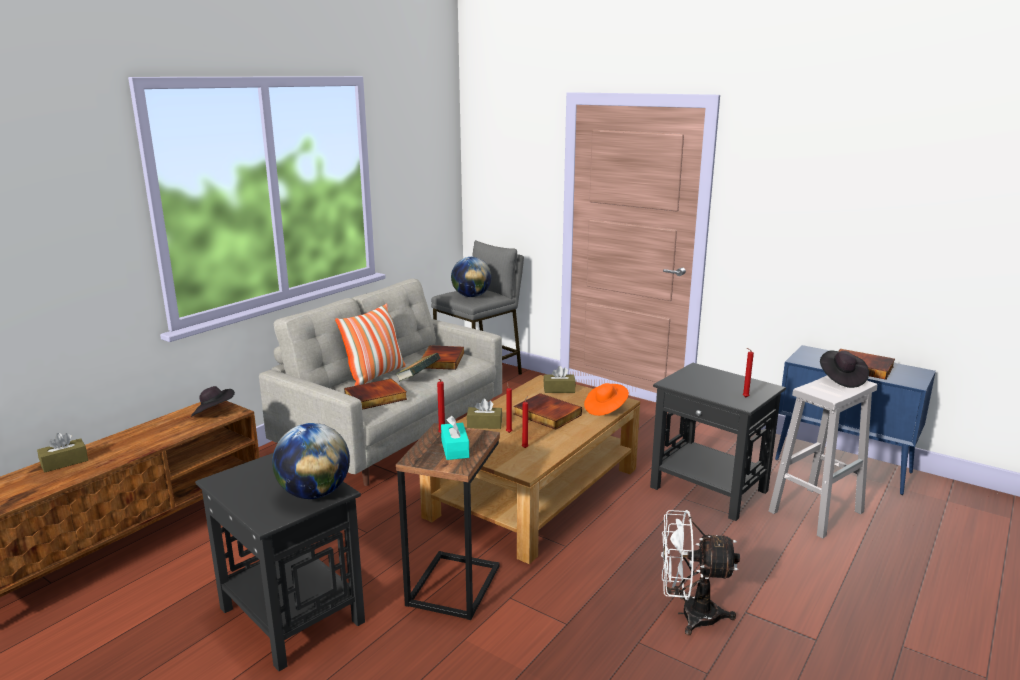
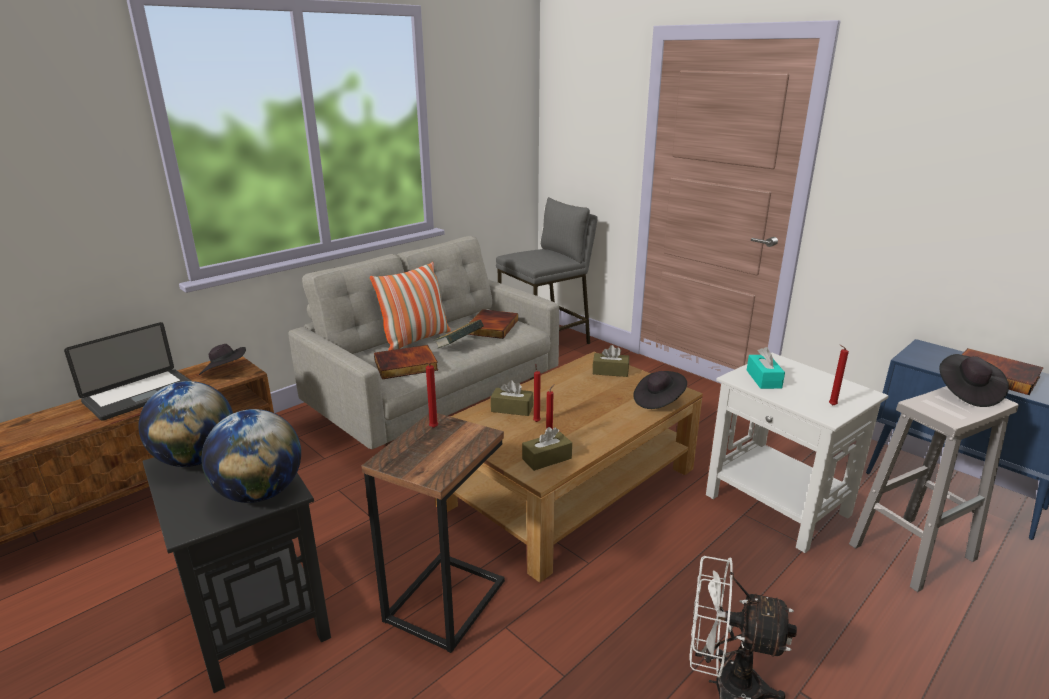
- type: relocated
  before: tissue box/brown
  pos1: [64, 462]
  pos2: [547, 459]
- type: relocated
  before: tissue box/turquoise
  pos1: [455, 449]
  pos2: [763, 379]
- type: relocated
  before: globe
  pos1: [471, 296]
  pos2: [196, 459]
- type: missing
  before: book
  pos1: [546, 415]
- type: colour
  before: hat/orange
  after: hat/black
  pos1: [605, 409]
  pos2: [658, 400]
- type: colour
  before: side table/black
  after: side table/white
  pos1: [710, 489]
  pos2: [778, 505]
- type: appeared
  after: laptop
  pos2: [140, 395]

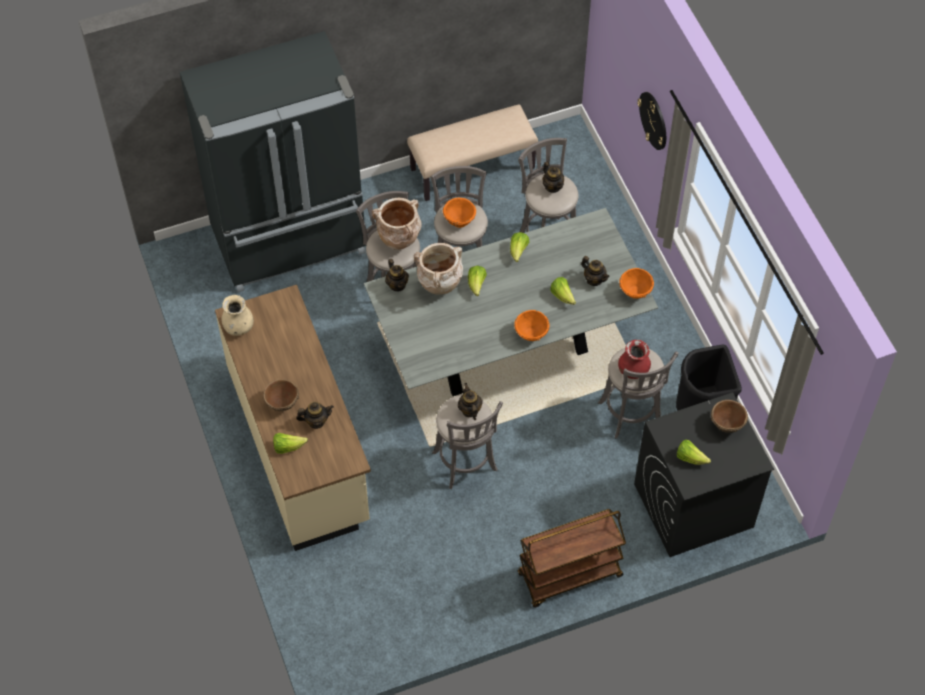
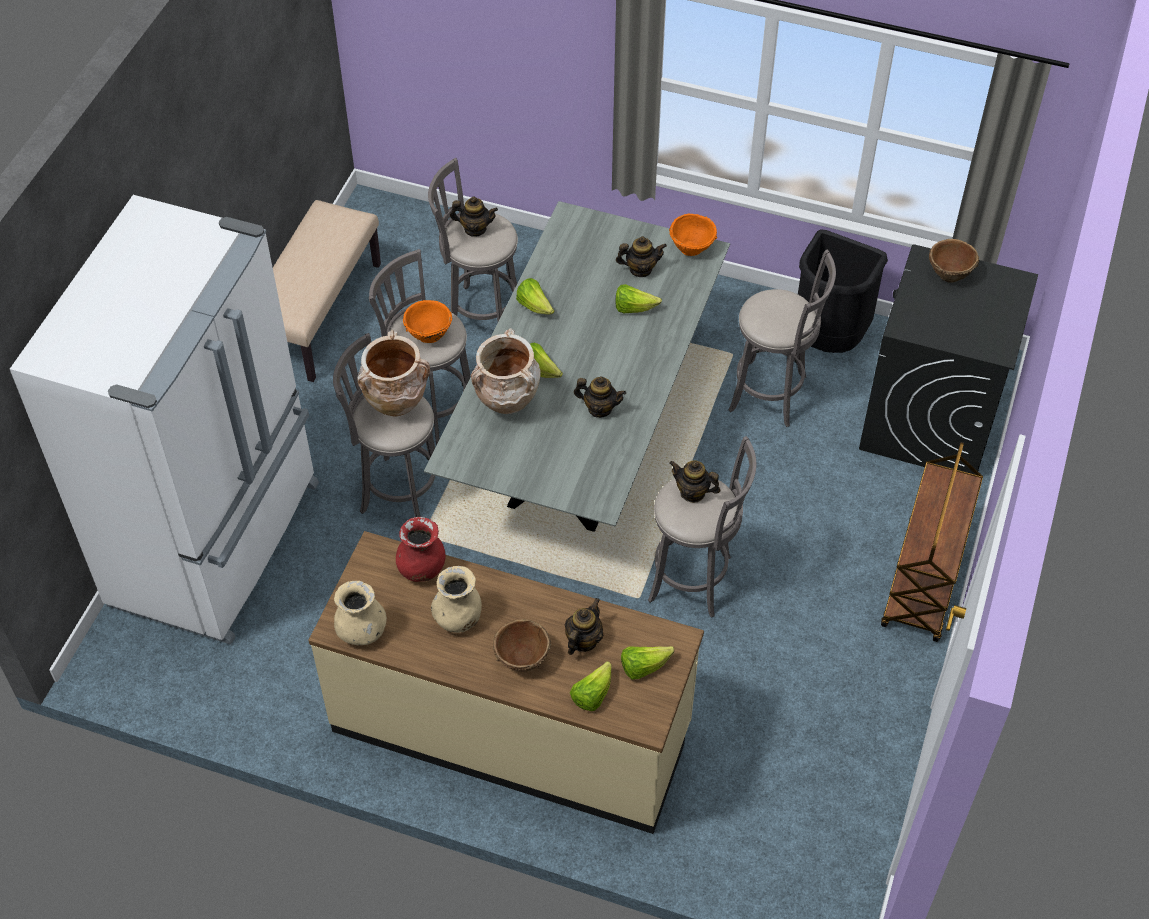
- type: colour
  before: fridge/black
  after: fridge/white
  pos1: [290, 241]
  pos2: [219, 543]
- type: relocated
  before: teapot
  pos1: [397, 284]
  pos2: [599, 408]
- type: missing
  before: bowl/orange
  pos1: [531, 334]
- type: relocated
  before: vase/red
  pos1: [633, 370]
  pos2: [422, 568]
- type: missing
  before: wall clock
  pos1: [653, 120]
- type: relocated
  before: lettuce
  pos1: [690, 458]
  pos2: [643, 667]
- type: appeared
  after: vase/beige
  pos2: [458, 618]

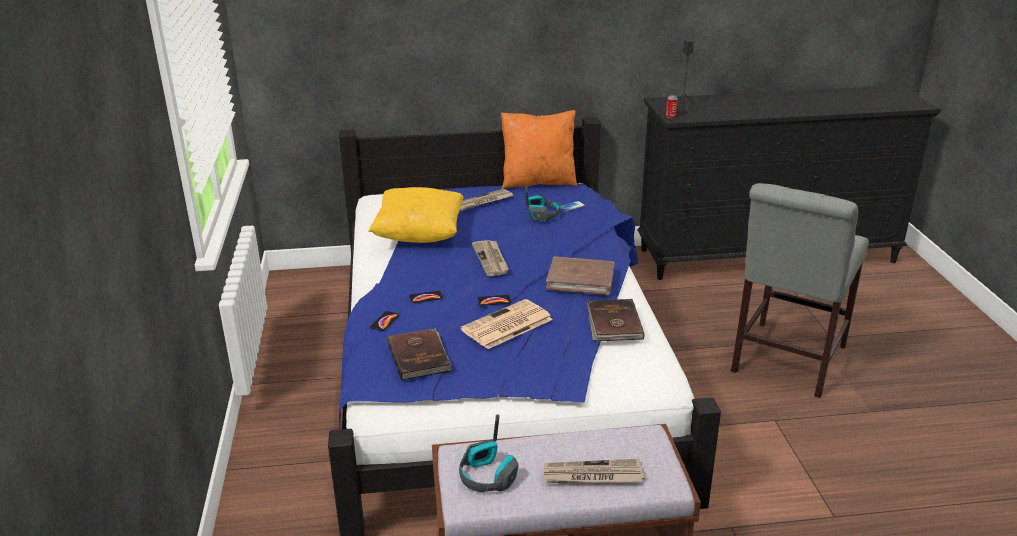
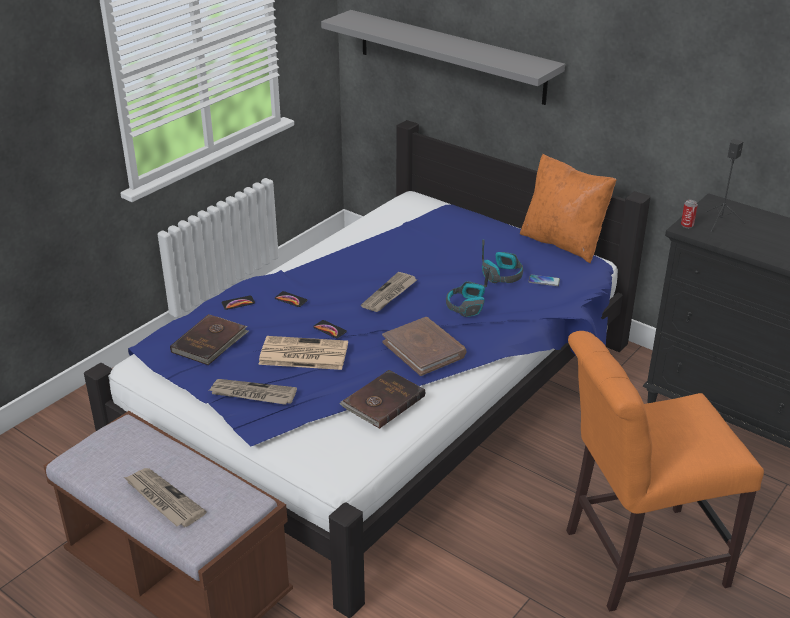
- type: missing
  before: pillow/yellow
  pos1: [419, 235]
- type: relocated
  before: headphones
  pos1: [487, 476]
  pos2: [466, 306]
- type: relocated
  before: newspaper
  pos1: [483, 202]
  pos2: [252, 394]
- type: colour
  before: chair/grey
  after: chair/orange
  pos1: [785, 362]
  pos2: [636, 558]
- type: appeared
  after: shelf/grey
  pos2: [450, 56]

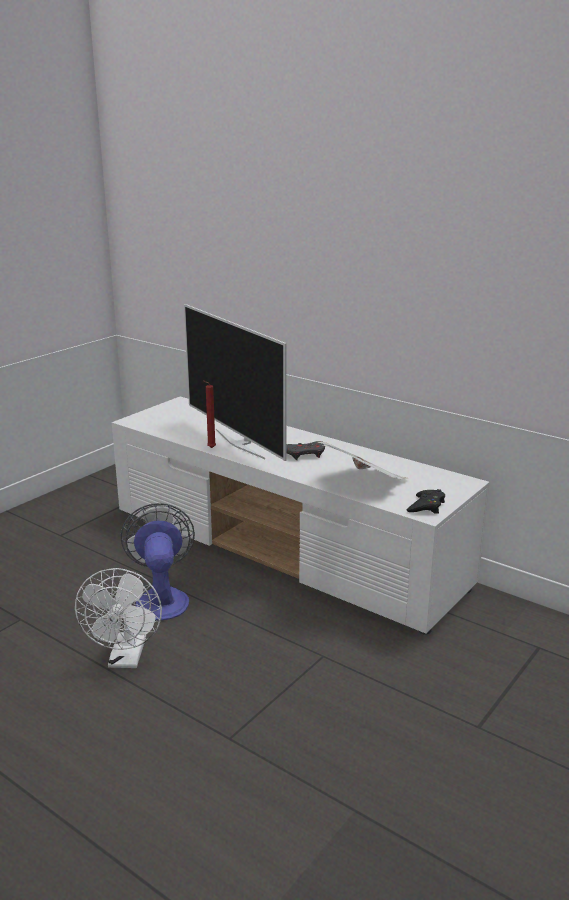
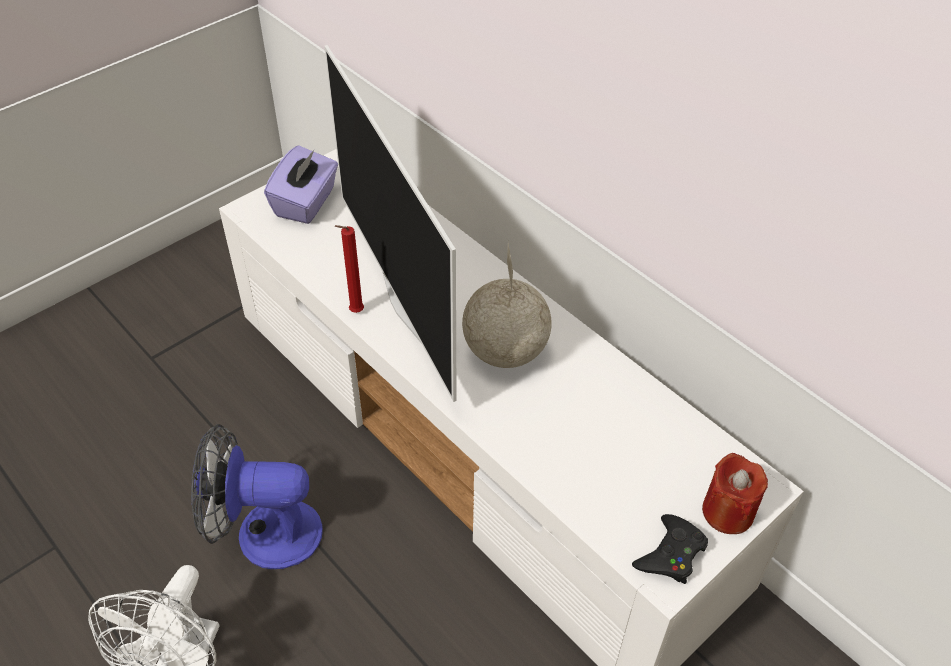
- type: spun
  before: fan
  pos1: [161, 598]
  pos2: [264, 533]
  turn: -90
- type: exchanged
  before: game controller/grey
  after: globe
  pos1: [304, 454]
  pos2: [504, 353]
- type: missing
  before: newspaper
  pos1: [363, 484]
- type: appeared
  after: tissue box/purple
  pos2: [306, 203]
- type: appeared
  after: candle/red
  pos2: [727, 512]

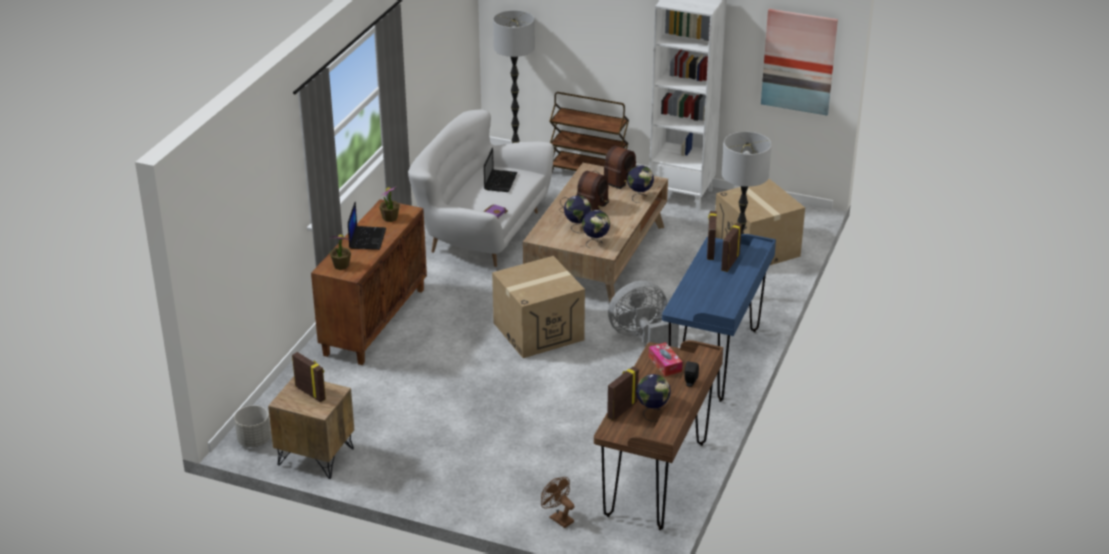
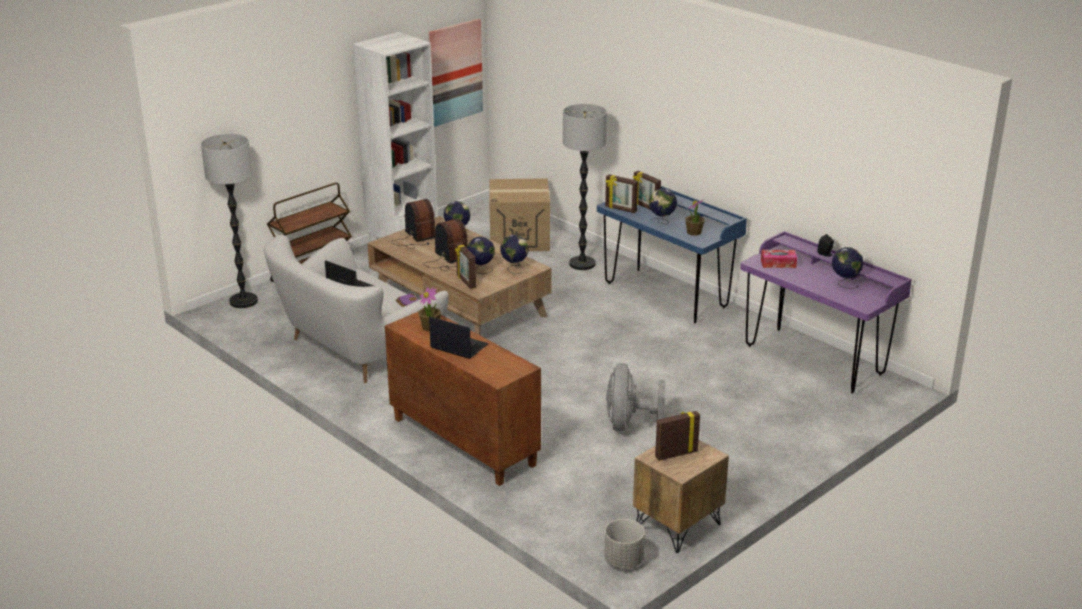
- type: relocated
  before: potted plant
  pos1: [341, 265]
  pos2: [694, 232]
- type: missing
  before: cardboard box
  pos1: [538, 331]
- type: missing
  before: fan/brown
  pos1: [558, 518]
- type: colour
  before: desk/brown
  after: desk/purple
  pos1: [657, 479]
  pos2: [814, 360]
- type: relocated
  before: picture frame
  pos1: [621, 410]
  pos2: [465, 282]
- type: relocated
  before: fan/grey
  pos1: [642, 338]
  pos2: [628, 424]
- type: appeared
  after: globe
  pos2: [662, 222]

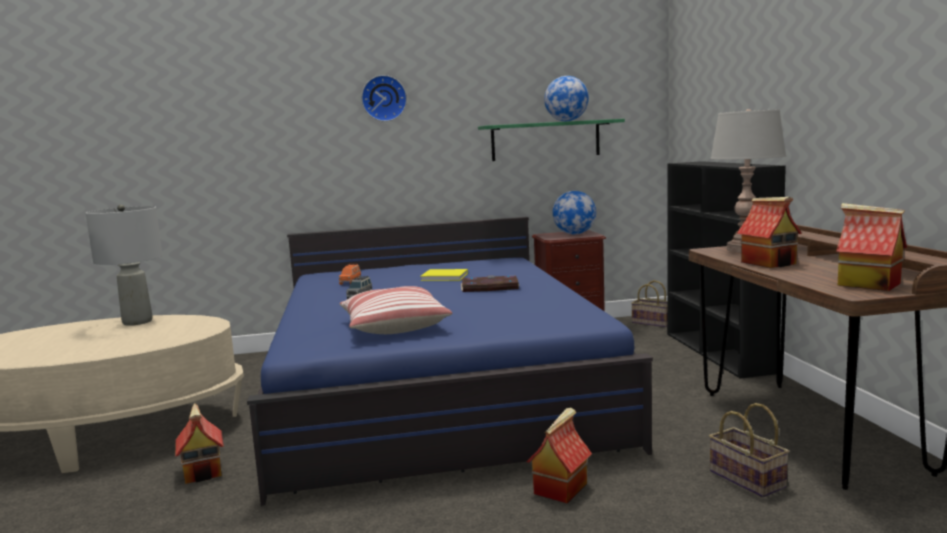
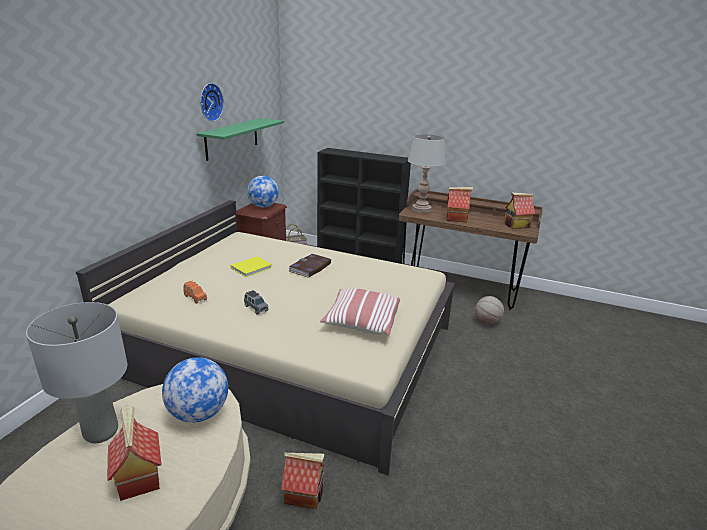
- type: colour
  before: bed/blue
  after: bed/beige
  pos1: [435, 389]
  pos2: [290, 349]
- type: relocated
  before: wall clock
  pos1: [384, 98]
  pos2: [209, 102]
- type: relocated
  before: toy house
  pos1: [560, 488]
  pos2: [138, 477]
- type: relocated
  before: globe
  pos1: [566, 121]
  pos2: [198, 413]
- type: exchanged
  before: basket
  after: basketball
  pos1: [744, 479]
  pos2: [487, 322]

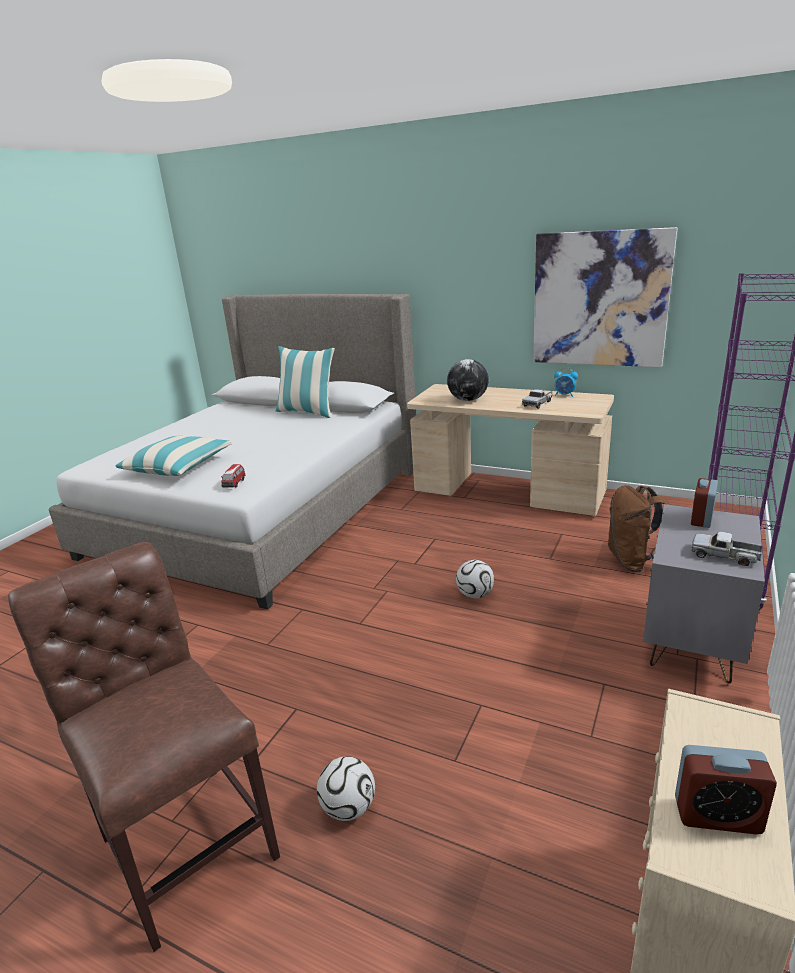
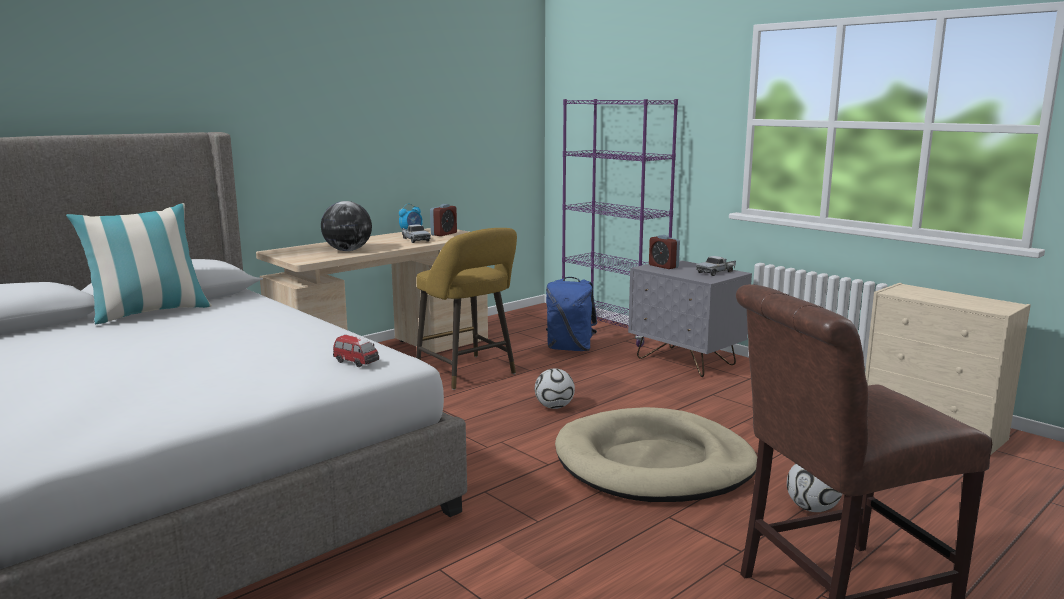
- type: missing
  before: pillow
  pos1: [178, 467]
- type: missing
  before: picture
  pos1: [599, 299]
- type: colour
  before: backpack/brown
  after: backpack/blue
  pos1: [635, 562]
  pos2: [570, 348]
- type: relocated
  before: alarm clock
  pos1: [717, 815]
  pos2: [444, 234]
- type: appeared
  after: stool/yellow
  pos2: [468, 373]
- type: appeared
  after: dog bed/beige
  pos2: [654, 463]

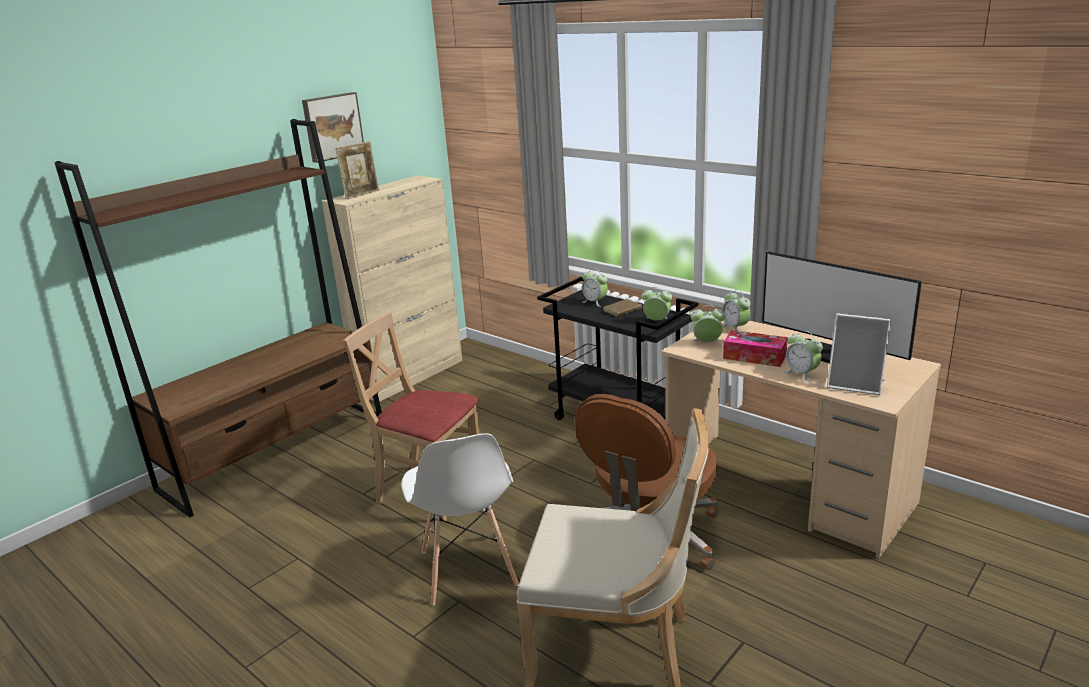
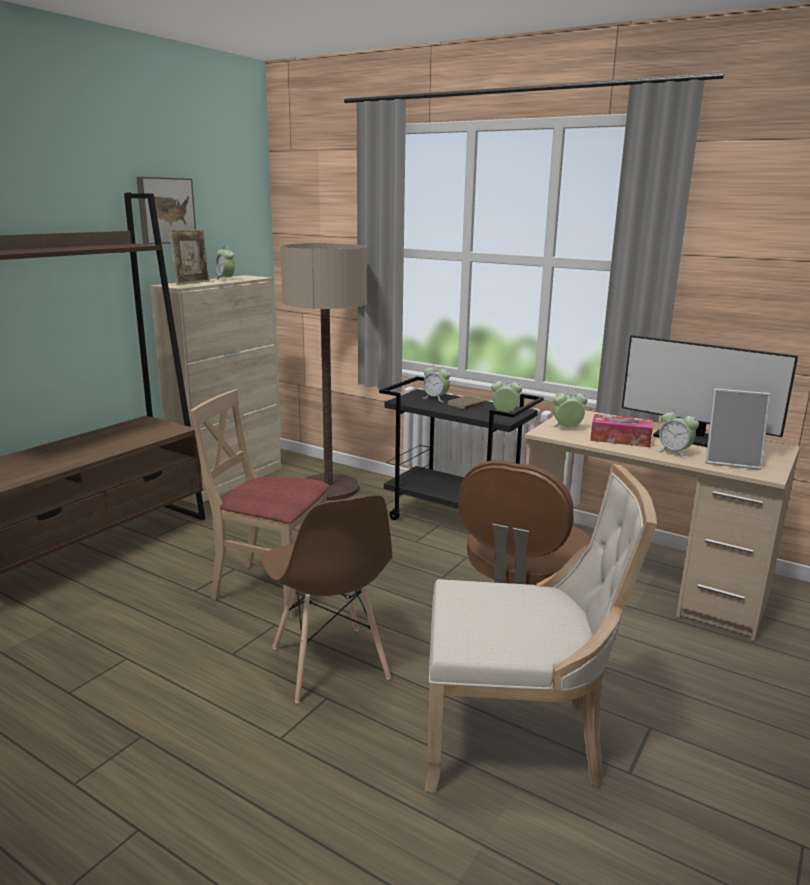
- type: colour
  before: chair/white
  after: chair/brown
  pos1: [468, 569]
  pos2: [330, 664]
- type: relocated
  before: alarm clock
  pos1: [735, 328]
  pos2: [226, 279]
- type: appeared
  after: floor lamp
  pos2: [328, 488]

